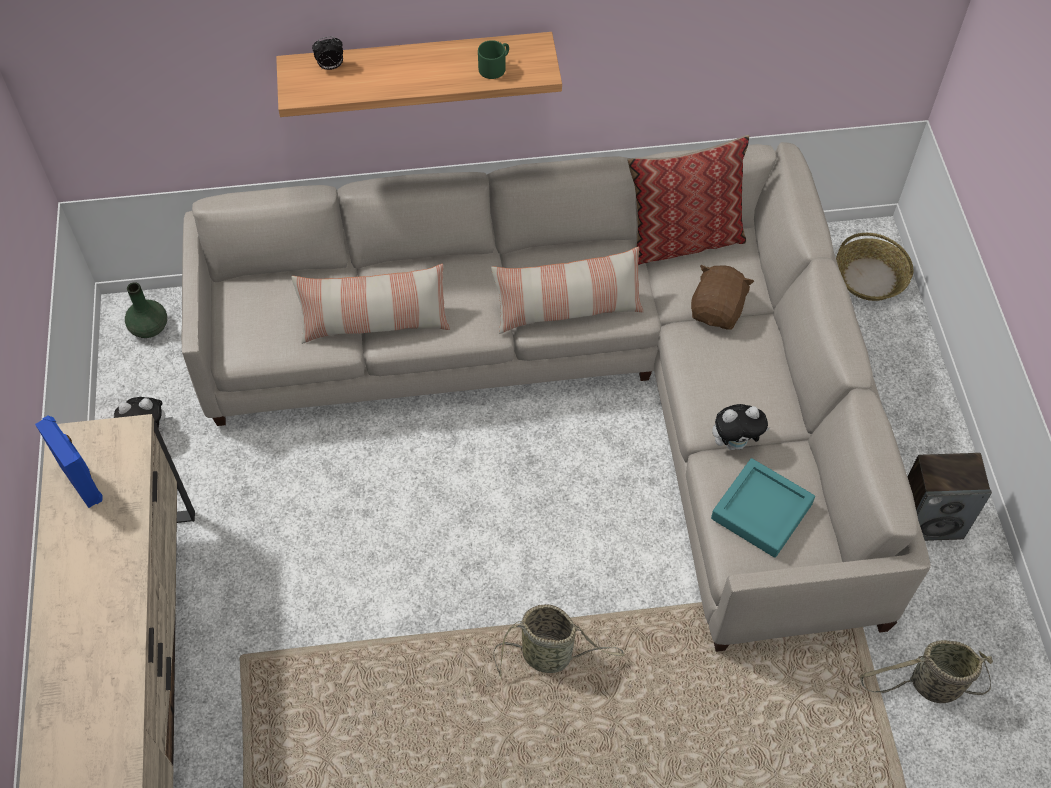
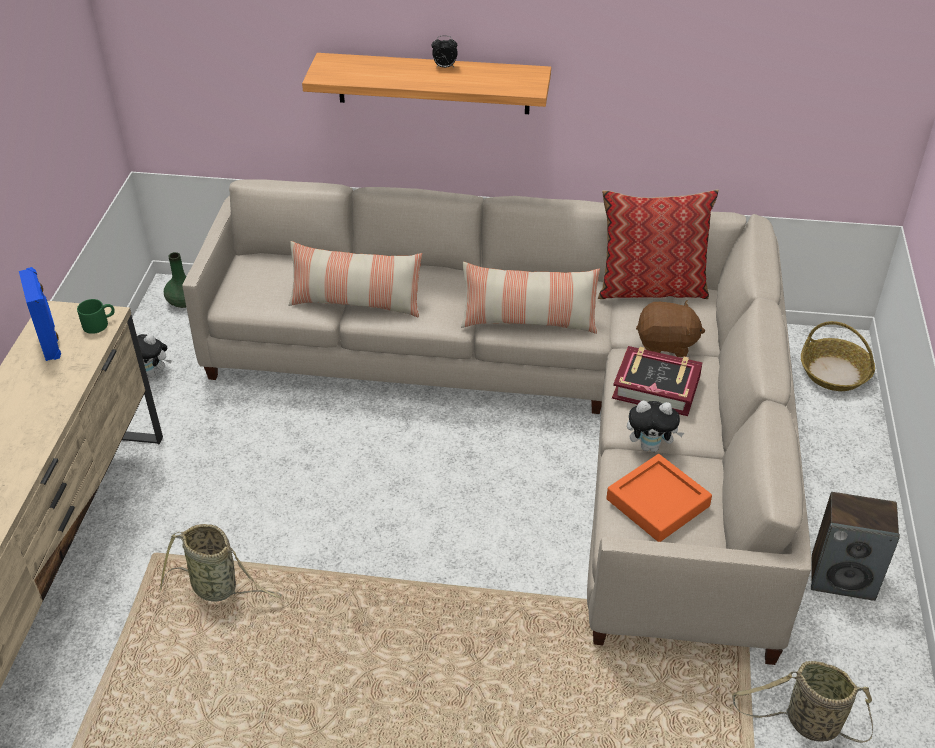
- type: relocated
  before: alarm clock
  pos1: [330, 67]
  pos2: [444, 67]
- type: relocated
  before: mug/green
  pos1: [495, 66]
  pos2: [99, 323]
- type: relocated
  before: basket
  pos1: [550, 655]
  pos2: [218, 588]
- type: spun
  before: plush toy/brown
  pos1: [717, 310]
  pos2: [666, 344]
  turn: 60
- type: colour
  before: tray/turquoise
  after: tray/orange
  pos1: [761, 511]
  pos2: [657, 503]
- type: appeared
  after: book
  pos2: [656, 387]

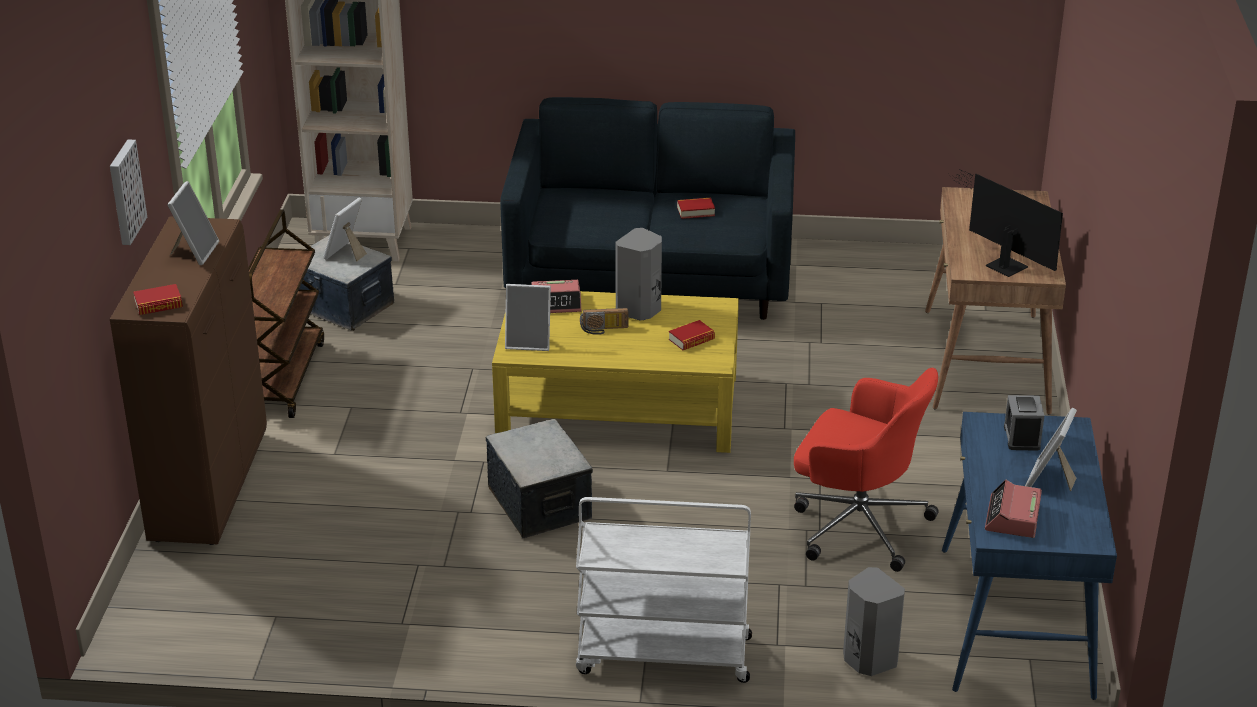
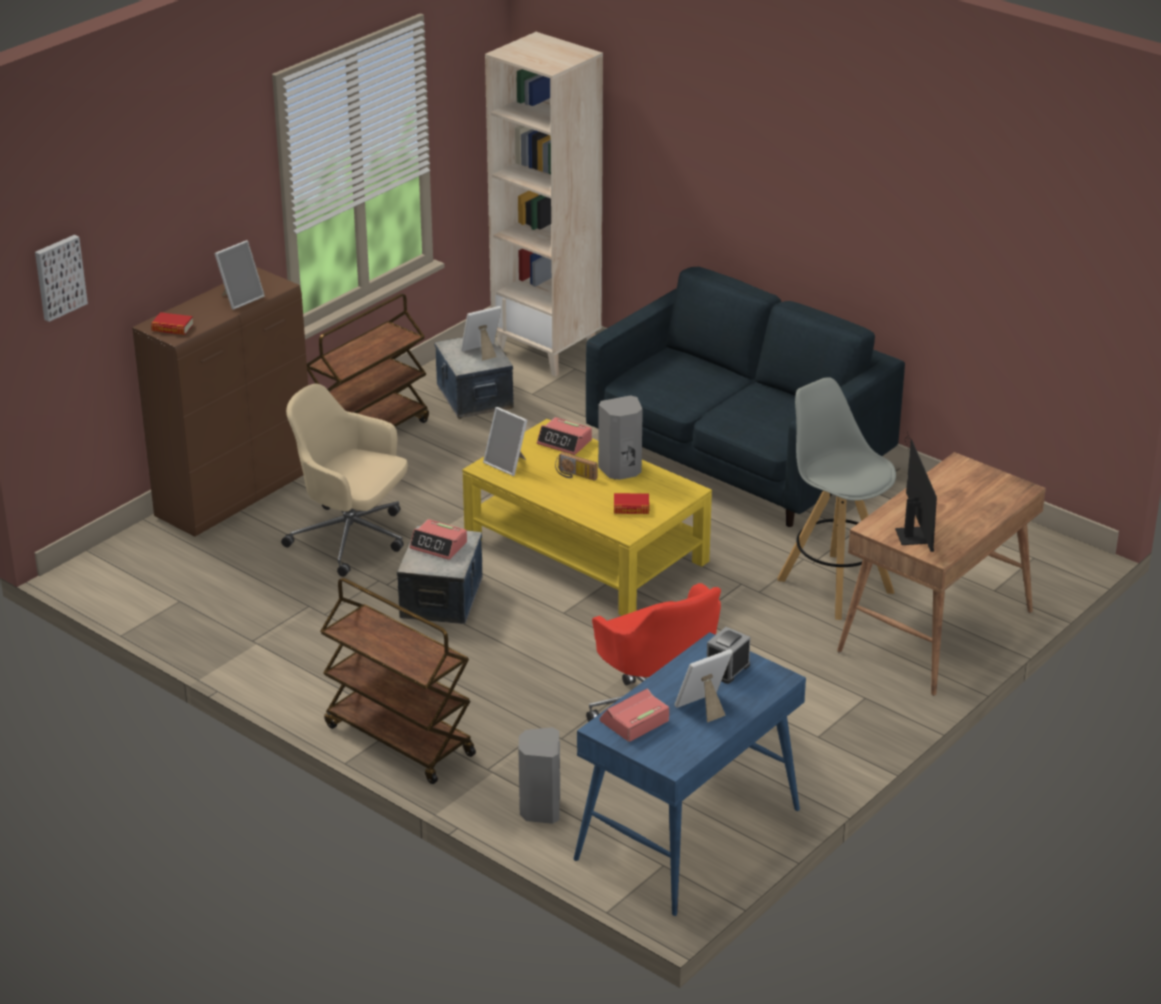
- type: relocated
  before: picture
  pos1: [124, 192]
  pos2: [59, 277]
- type: colour
  before: cart/white
  after: cart/brown
  pos1: [662, 656]
  pos2: [398, 740]
- type: missing
  before: book
  pos1: [695, 211]
- type: appeared
  after: office chair/beige
  pos2: [351, 539]
- type: appeared
  after: alarm clock
  pos2: [439, 546]
- type: appeared
  after: stool/grey
  pos2: [834, 585]

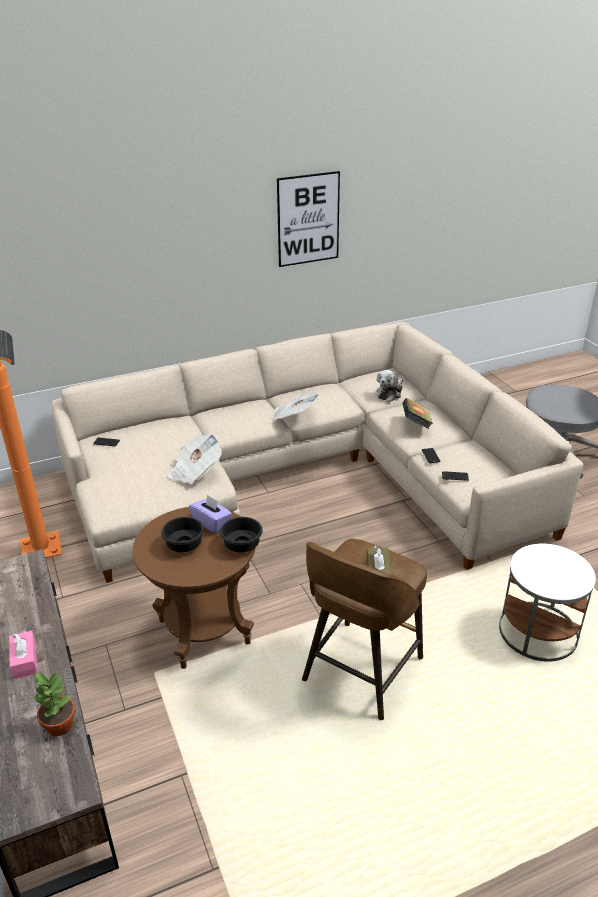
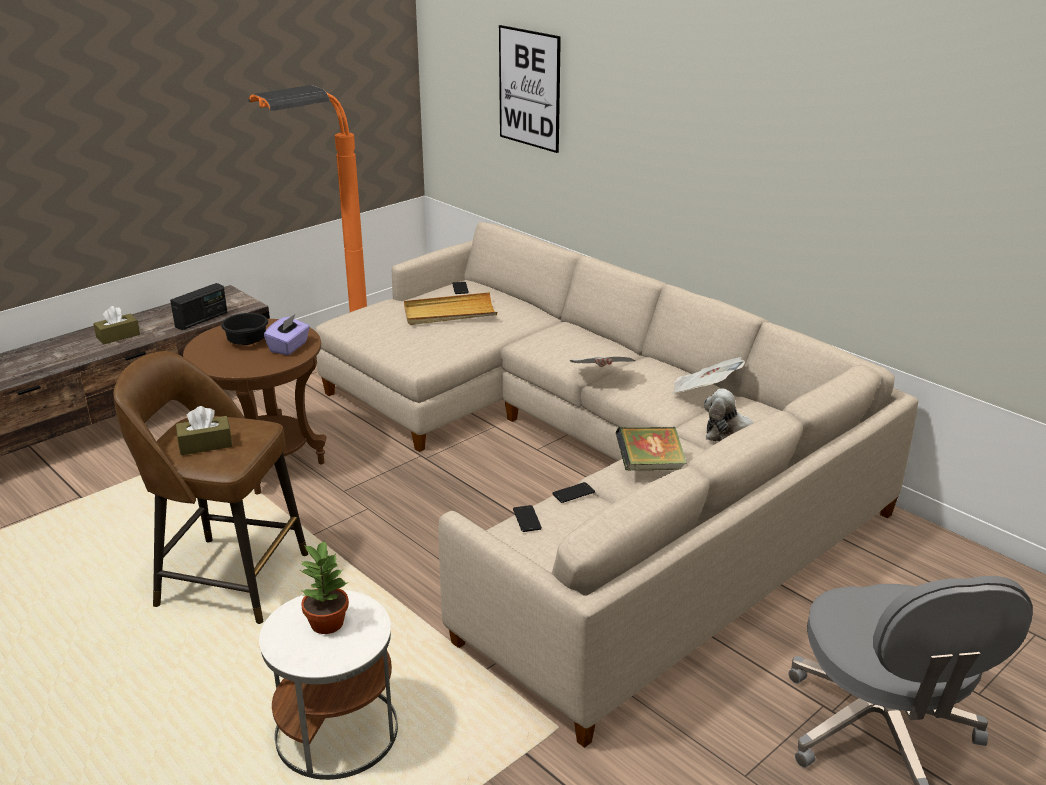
- type: colour
  before: tissue box/pink
  after: tissue box/brown
  pos1: [25, 660]
  pos2: [118, 336]
- type: relocated
  before: potted plant
  pos1: [59, 725]
  pos2: [327, 622]
- type: relocated
  before: newspaper
  pos1: [195, 471]
  pos2: [704, 392]
- type: missing
  before: bowl/black
  pos1: [243, 545]
- type: relocated
  before: picture
  pos1: [308, 219]
  pos2: [529, 88]
- type: appeared
  after: radio
  pos2: [201, 320]
- type: appeared
  after: tray/beige
  pos2: [449, 313]

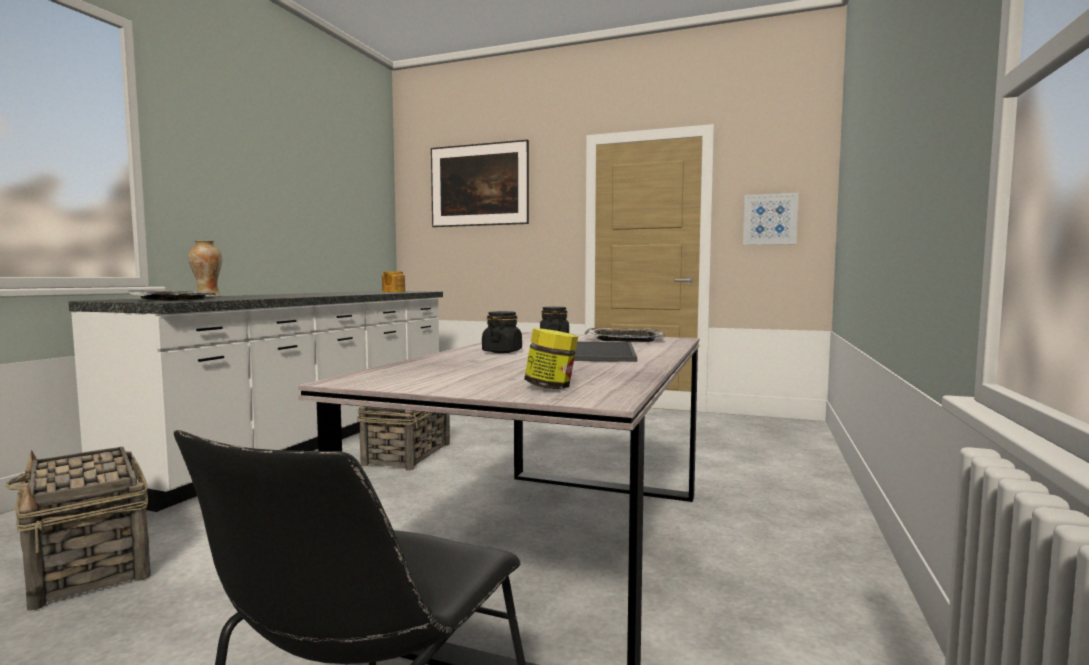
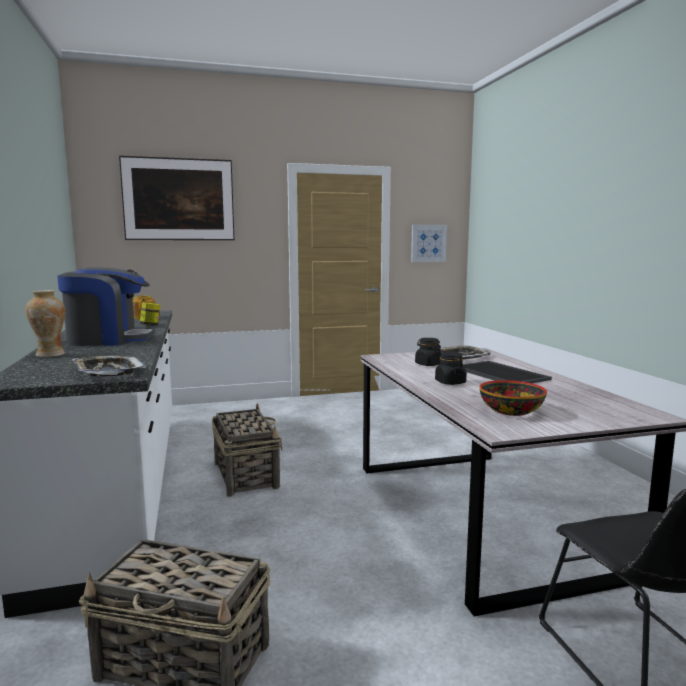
- type: relocated
  before: jar
  pos1: [551, 387]
  pos2: [150, 325]
- type: appeared
  after: coffee machine
  pos2: [109, 340]
- type: appeared
  after: bowl
  pos2: [511, 411]

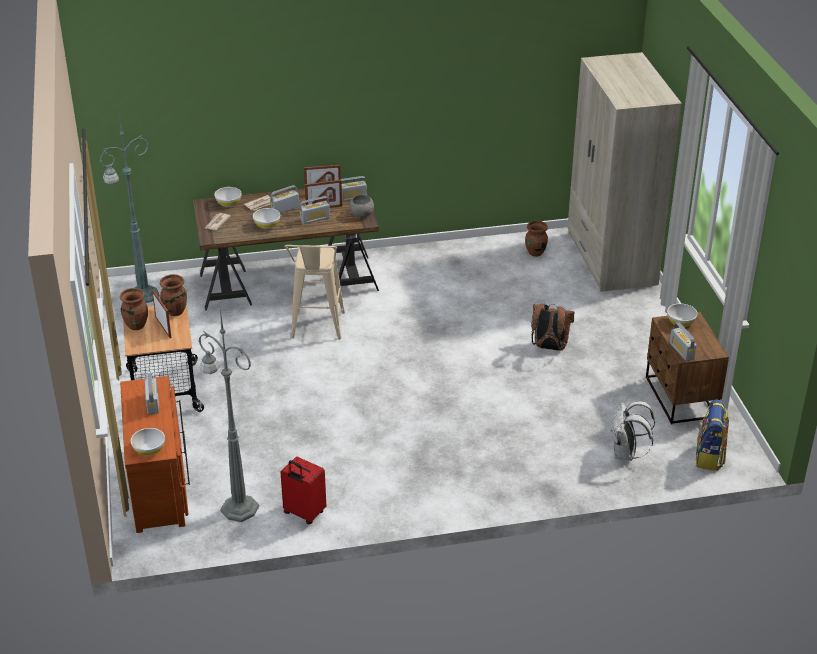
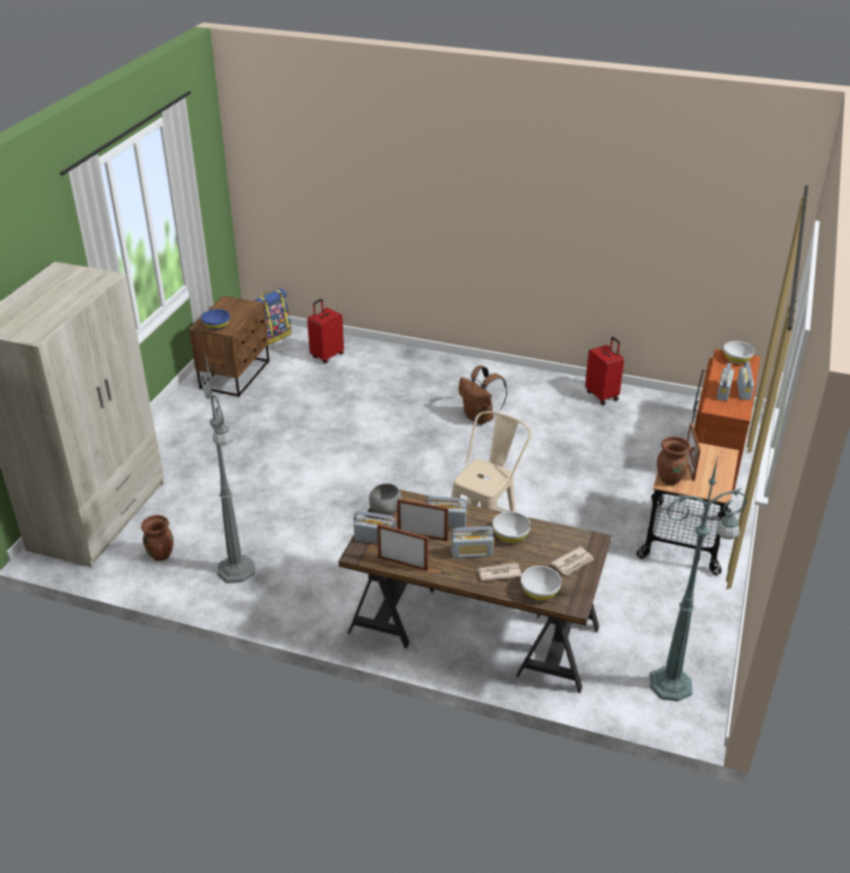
- type: missing
  before: vase/brown
  pos1: [136, 325]
- type: relocated
  before: floor lamp/grey
  pos1: [238, 507]
  pos2: [237, 571]
- type: relocated
  before: backpack/brown
  pos1: [549, 347]
  pos2: [480, 418]
- type: exchanged
  before: backpack/white
  after: suitcase/red
  pos1: [626, 454]
  pos2: [327, 355]
- type: colour
  before: bowl/white
  after: bowl/blue
  pos1: [680, 322]
  pos2: [216, 326]
- type: relocated
  before: radio
  pos1: [681, 351]
  pos2: [743, 390]

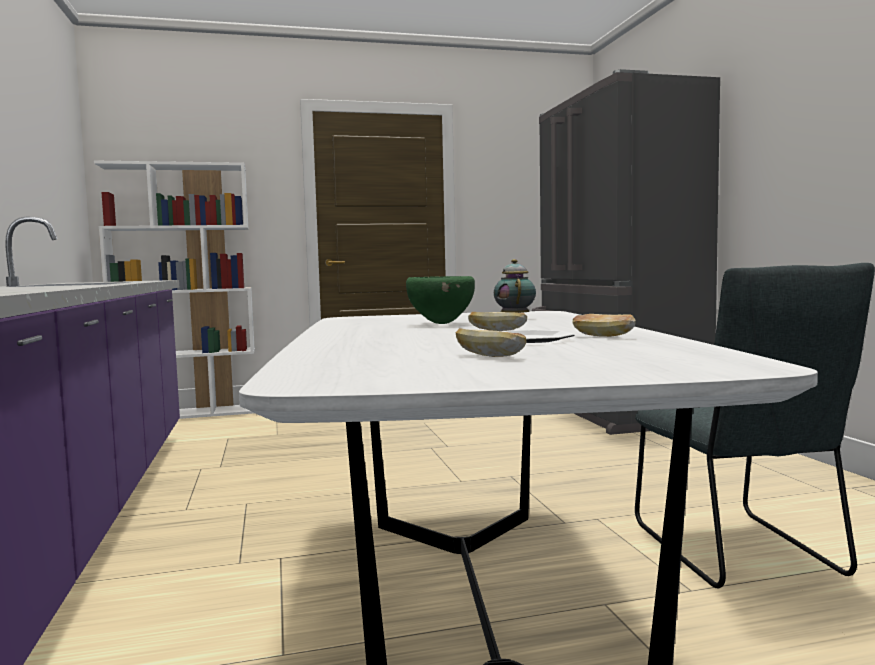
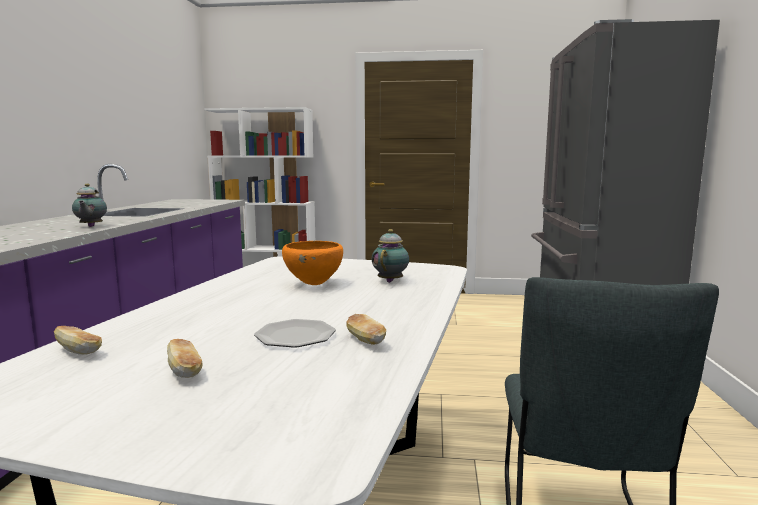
- type: colour
  before: bowl/green
  after: bowl/orange
  pos1: [441, 324]
  pos2: [314, 284]
- type: relocated
  before: bread
  pos1: [497, 331]
  pos2: [79, 351]
- type: appeared
  after: teapot
  pos2: [90, 226]

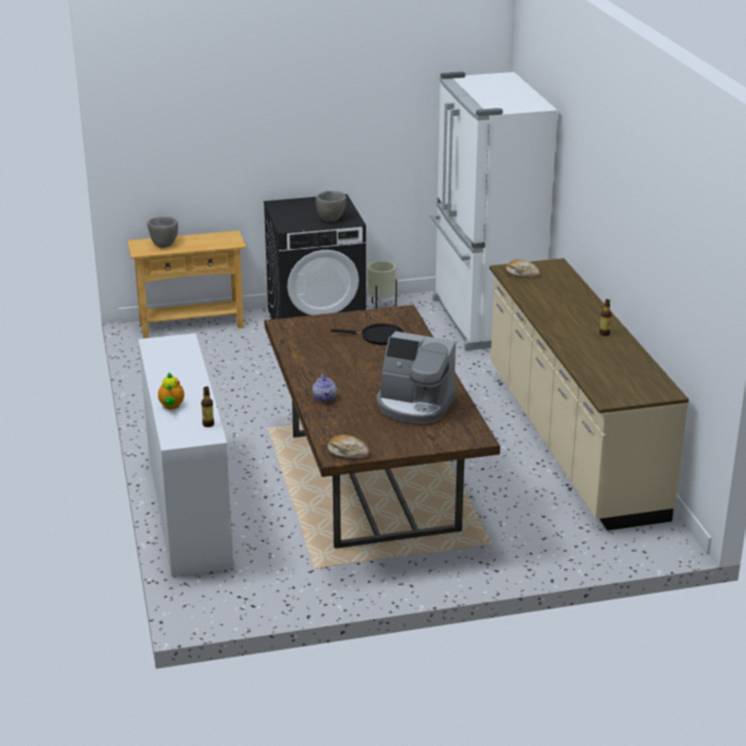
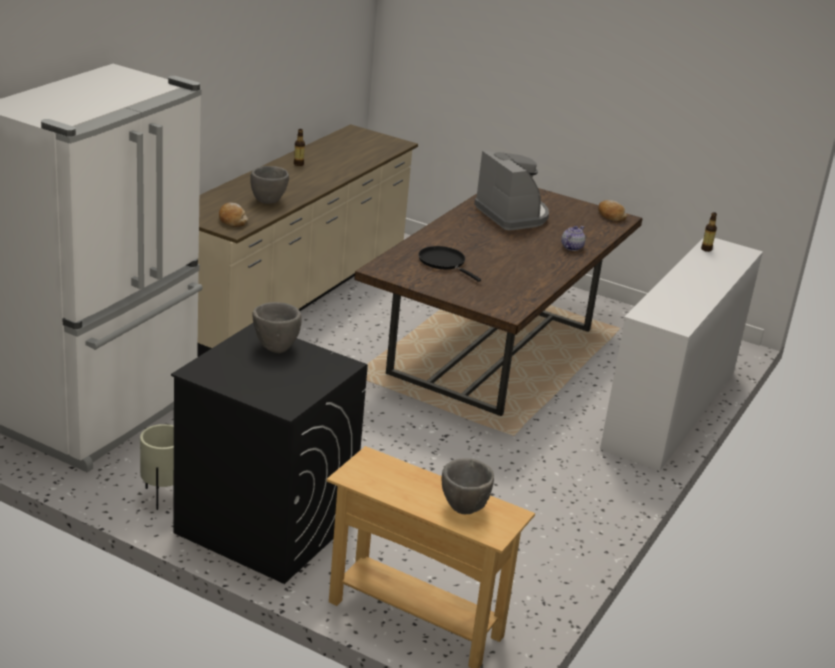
- type: missing
  before: teapot
  pos1: [171, 406]
- type: appeared
  after: bowl/grey
  pos2: [268, 201]

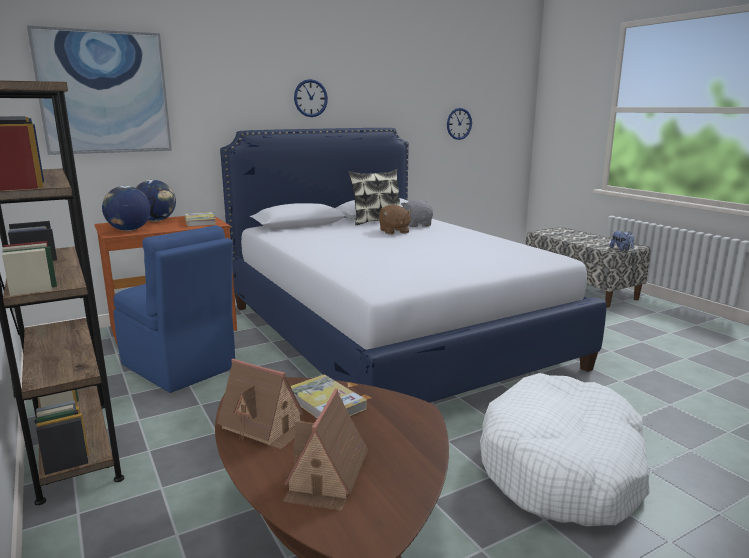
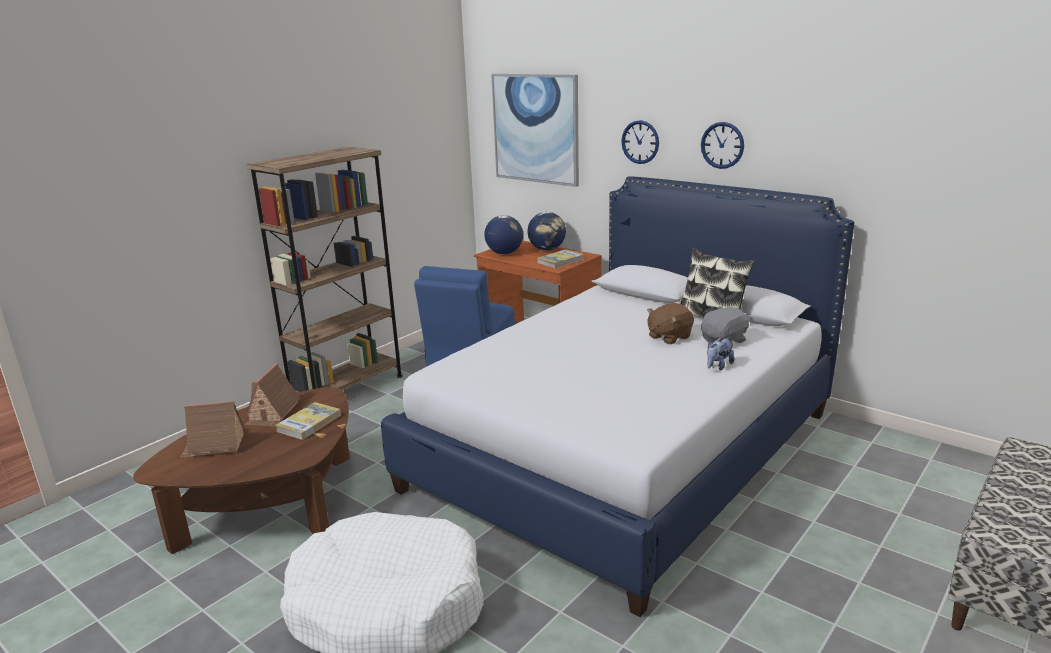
- type: relocated
  before: wall clock
  pos1: [459, 123]
  pos2: [640, 142]
- type: relocated
  before: plush toy
  pos1: [621, 249]
  pos2: [718, 366]

